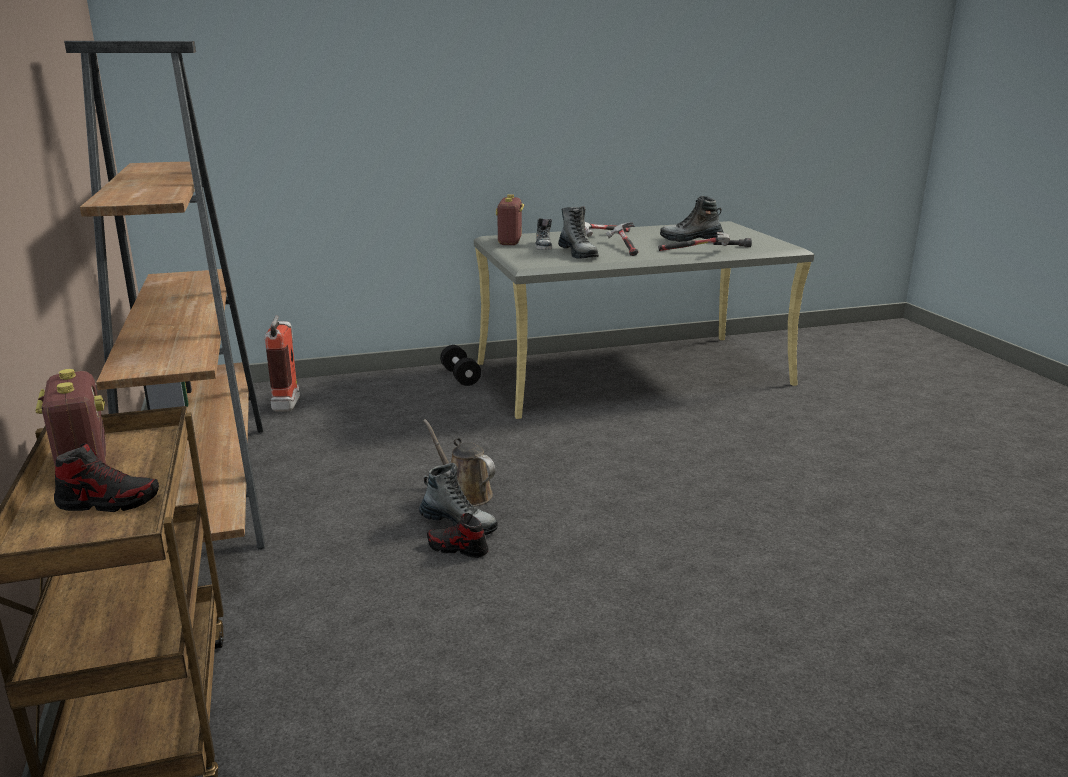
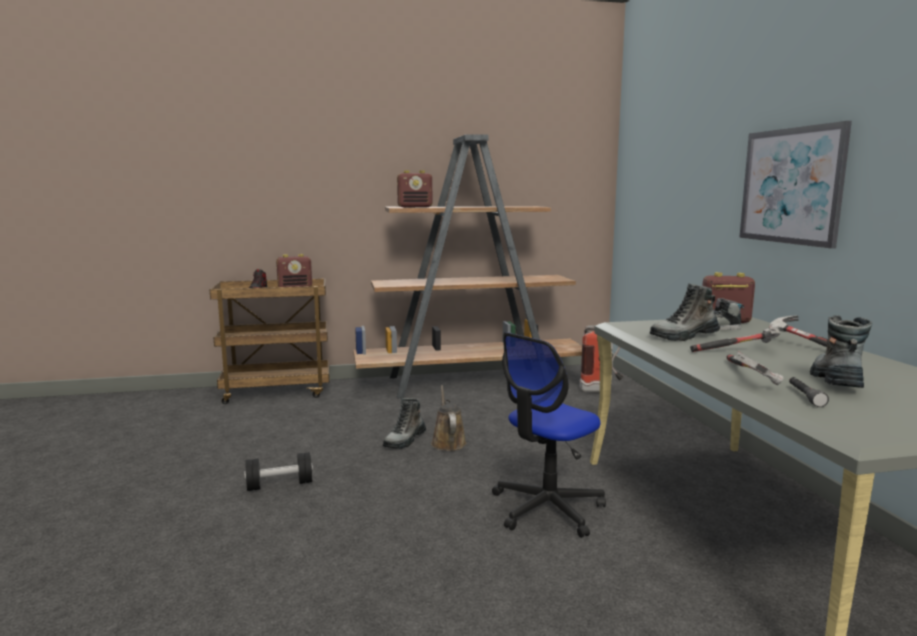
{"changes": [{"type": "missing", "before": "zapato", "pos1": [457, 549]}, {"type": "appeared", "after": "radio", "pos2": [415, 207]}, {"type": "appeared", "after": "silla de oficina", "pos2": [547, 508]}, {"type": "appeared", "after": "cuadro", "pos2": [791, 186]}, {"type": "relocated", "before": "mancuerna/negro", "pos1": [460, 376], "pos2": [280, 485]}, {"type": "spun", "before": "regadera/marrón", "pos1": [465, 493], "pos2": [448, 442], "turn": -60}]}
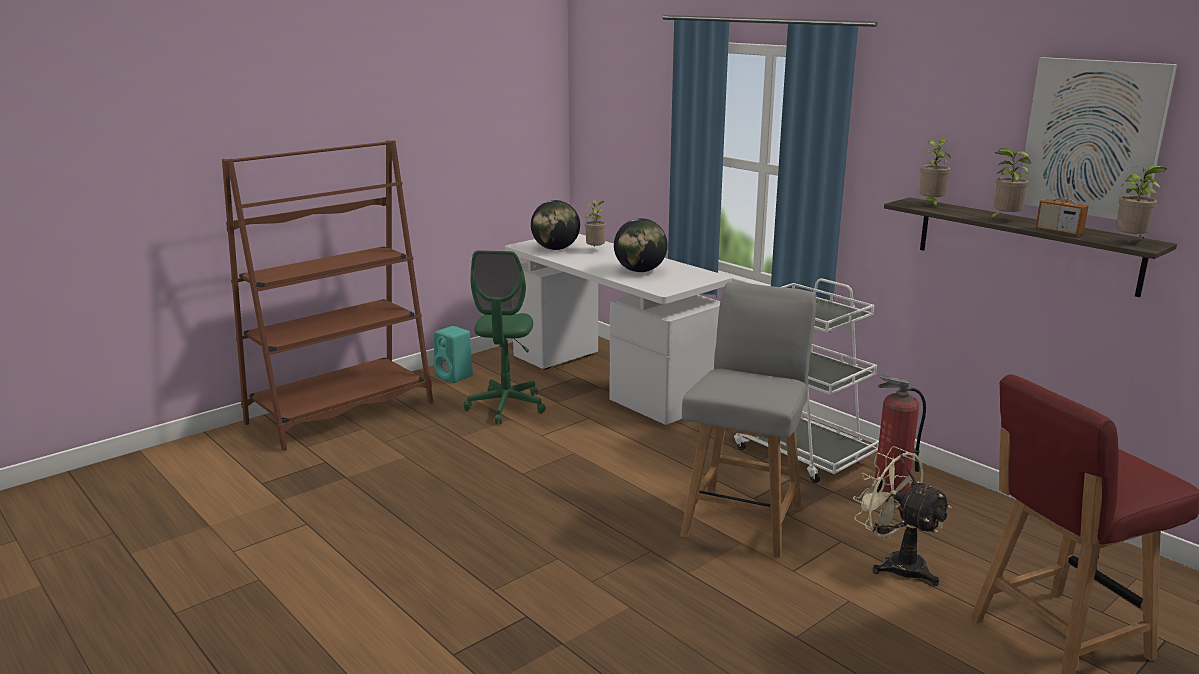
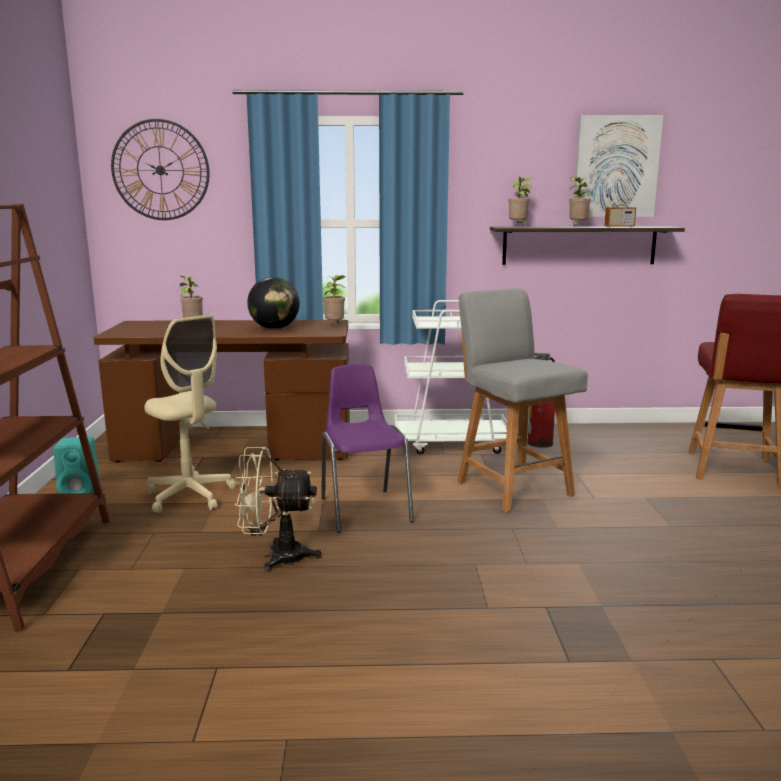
{"changes": [{"type": "missing", "before": "globo terráqueo", "pos1": [555, 249]}, {"type": "appeared", "after": "reloj de pared", "pos2": [160, 170]}, {"type": "appeared", "after": "silla/morado", "pos2": [364, 509]}, {"type": "relocated", "before": "ventilador/beis", "pos1": [895, 564], "pos2": [276, 556]}, {"type": "relocated", "before": "planta en maceta", "pos1": [1131, 242], "pos2": [335, 325]}, {"type": "colour", "before": "silla de oficina/verde", "after": "silla de oficina/beis", "pos1": [506, 406], "pos2": [190, 496]}, {"type": "colour", "before": "escritorio/blanco", "after": "escritorio/marrón", "pos1": [611, 379], "pos2": [236, 449]}]}
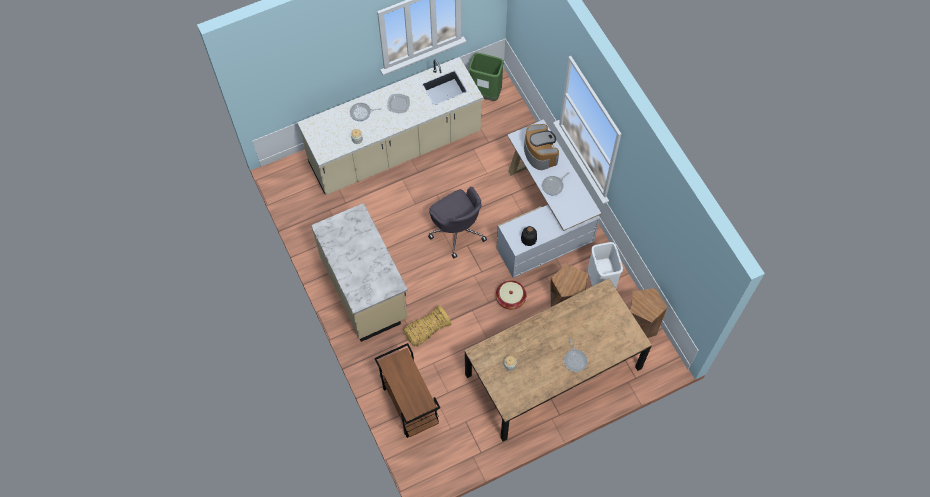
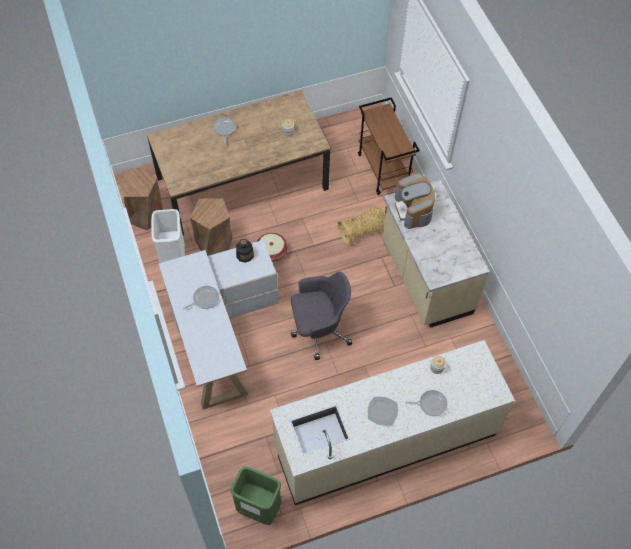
{"changes": [{"type": "relocated", "before": "cafetera", "pos1": [540, 152], "pos2": [413, 209]}, {"type": "spun", "before": "silla de oficina/gris", "pos1": [457, 230], "pos2": [319, 329], "turn": 105}]}
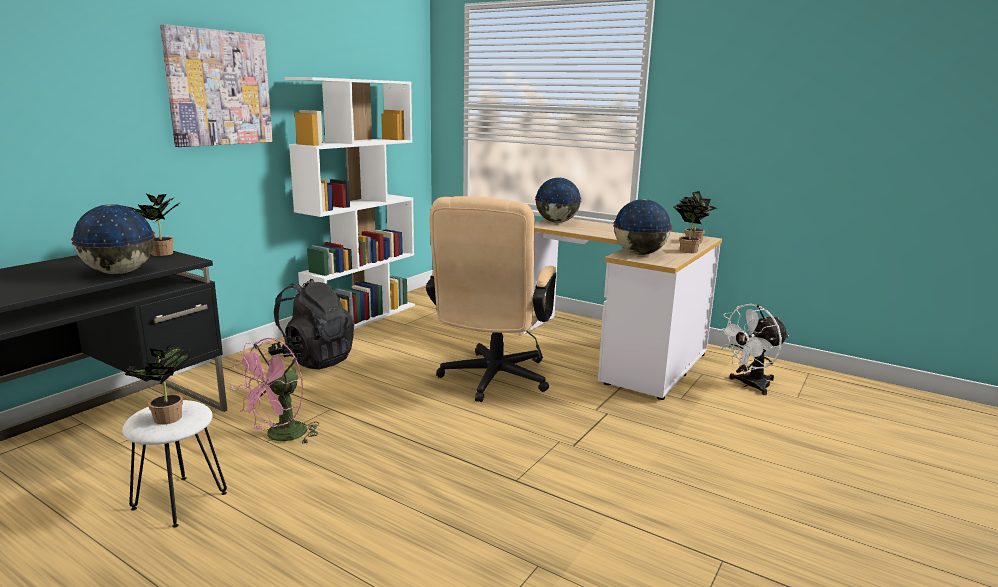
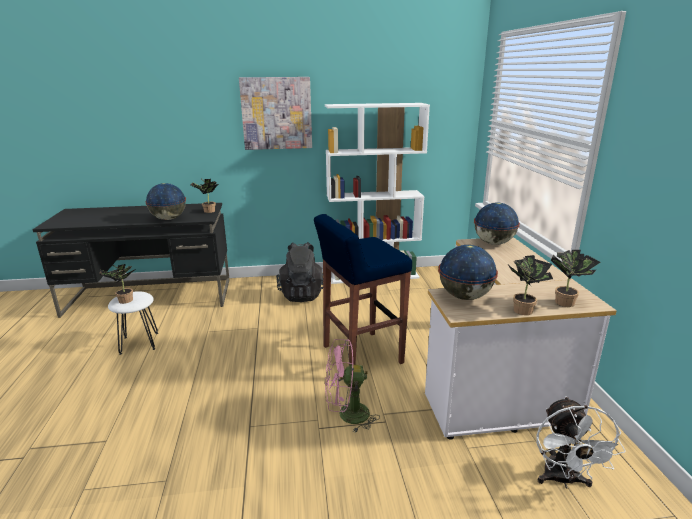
{"changes": [{"type": "relocated", "before": "ventilador/rosa", "pos1": [280, 437], "pos2": [347, 415]}, {"type": "exchanged", "before": "silla de oficina/beis", "after": "taburete/azul", "pos1": [491, 381], "pos2": [361, 355]}, {"type": "spun", "before": "ventilador/blanco", "pos1": [749, 385], "pos2": [563, 480], "turn": -105}]}
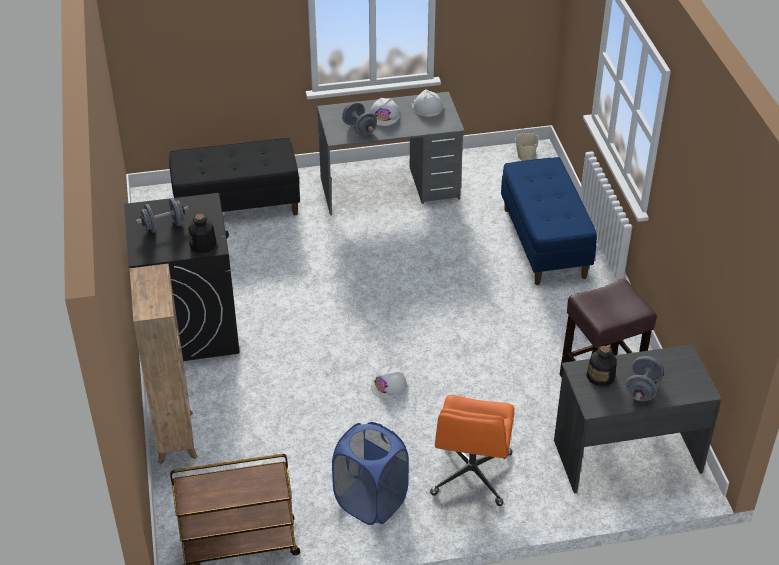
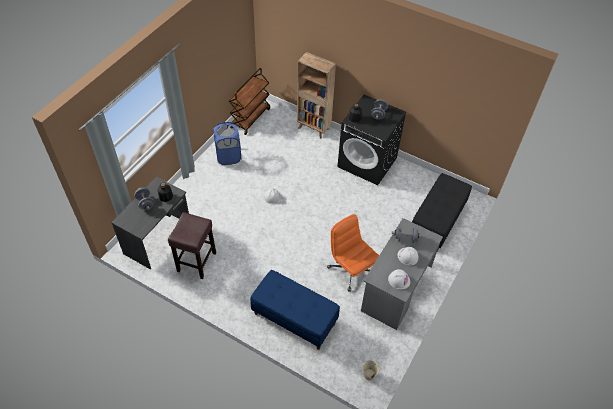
{"changes": [{"type": "relocated", "before": "silla de oficina/naranja", "pos1": [471, 475], "pos2": [351, 270]}]}
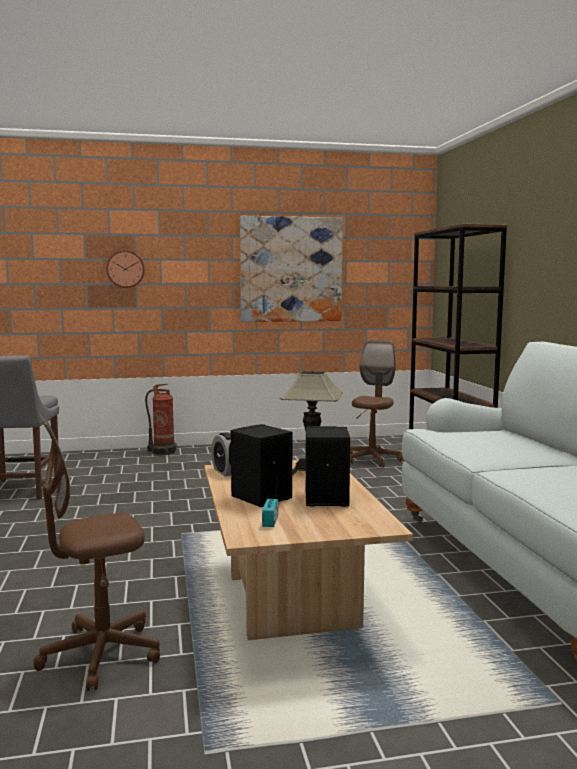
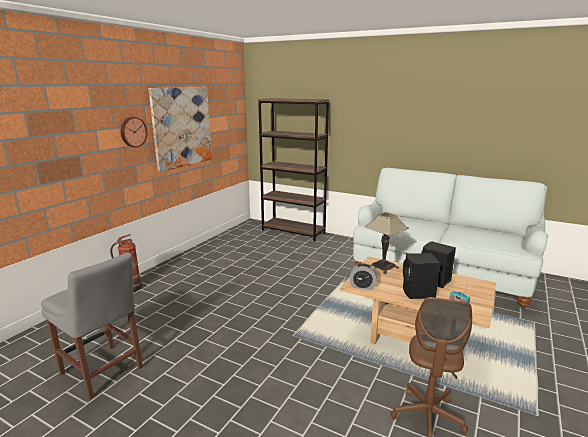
{"changes": [{"type": "missing", "before": "silla de oficina/marrón", "pos1": [372, 460]}, {"type": "relocated", "before": "reloj de pared", "pos1": [125, 269], "pos2": [133, 132]}]}
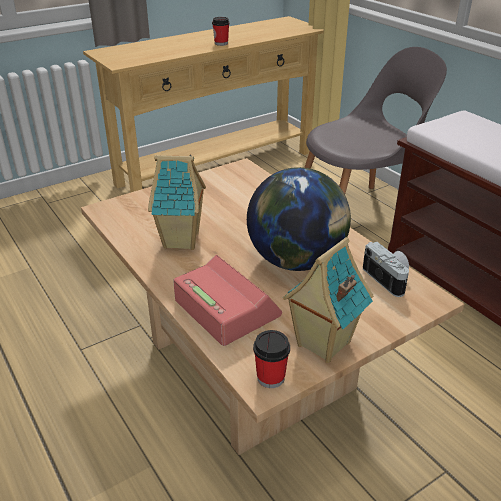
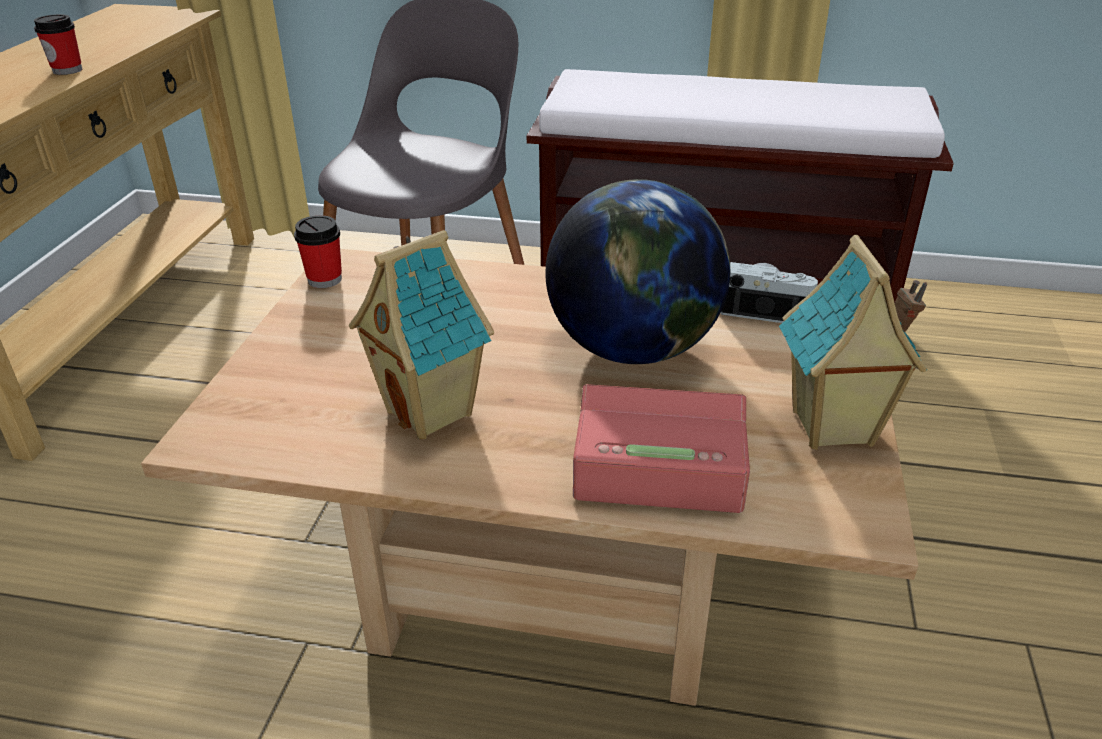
{"changes": [{"type": "relocated", "before": "taza", "pos1": [270, 377], "pos2": [324, 279]}]}
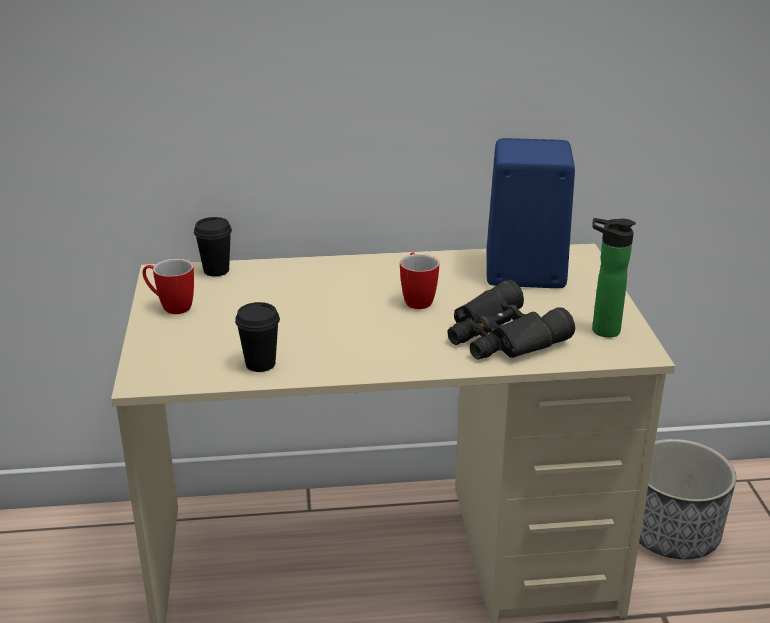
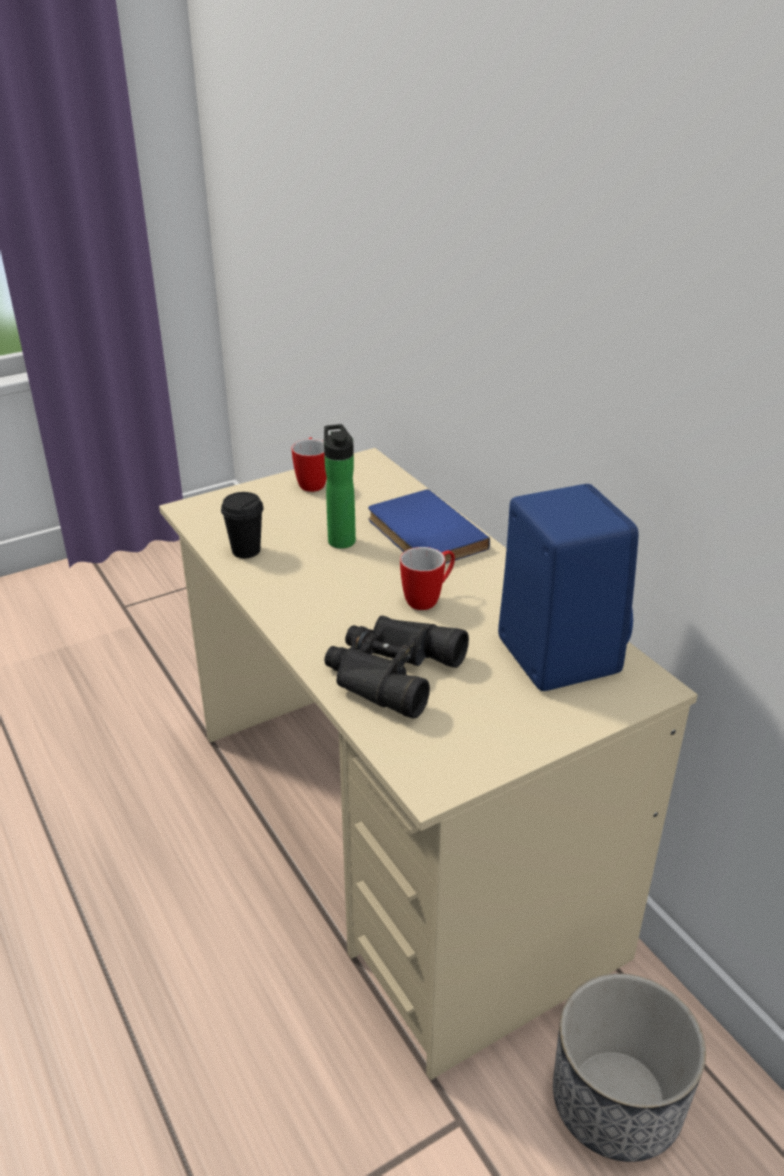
{"changes": [{"type": "missing", "before": "taza/negro", "pos1": [216, 270]}, {"type": "appeared", "after": "libro/azul", "pos2": [422, 534]}, {"type": "relocated", "before": "botella", "pos1": [601, 330], "pos2": [340, 539]}]}
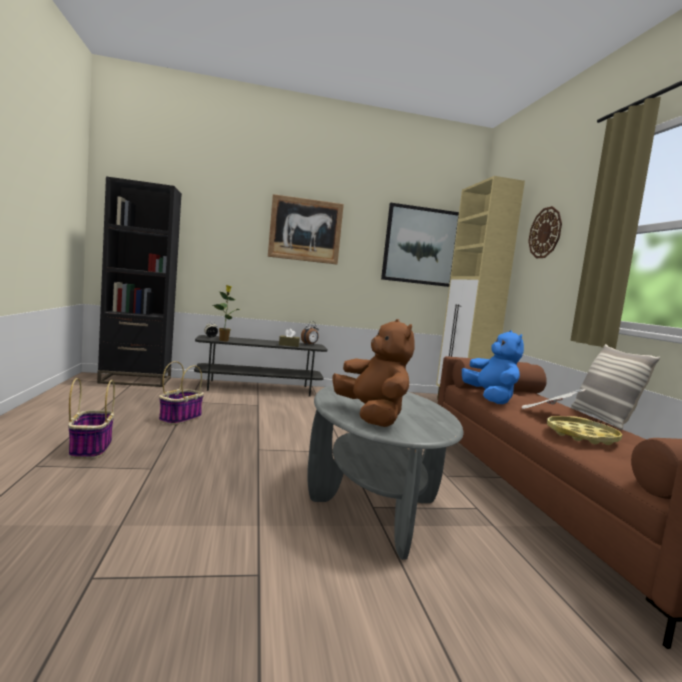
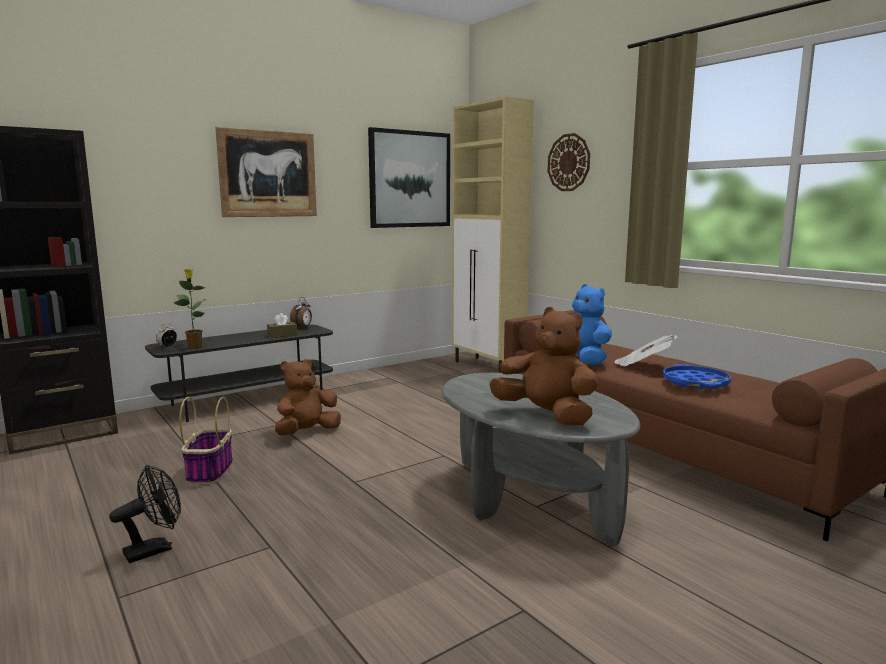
{"changes": [{"type": "missing", "before": "cojín", "pos1": [603, 419]}, {"type": "appeared", "after": "peluche/marrón", "pos2": [307, 432]}, {"type": "exchanged", "before": "cesta", "after": "ventilador/negro", "pos1": [91, 448], "pos2": [155, 549]}, {"type": "colour", "before": "bandeja/amarillo", "after": "bandeja/azul", "pos1": [581, 436], "pos2": [695, 383]}]}
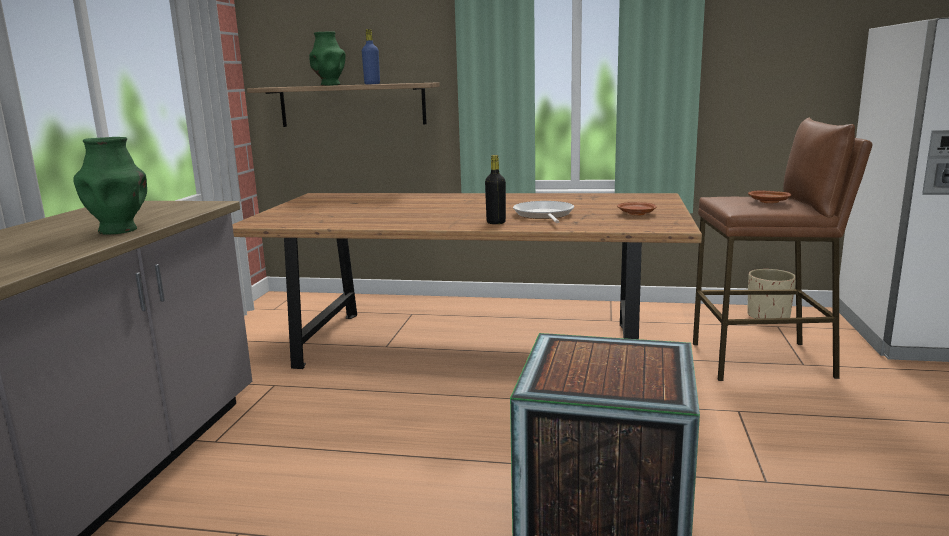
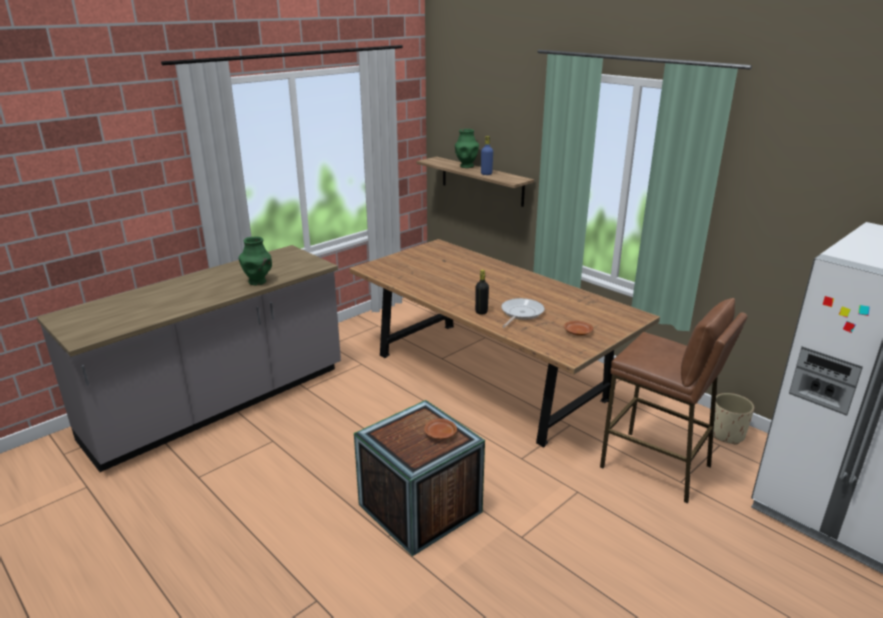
{"changes": [{"type": "relocated", "before": "plato/marrón", "pos1": [769, 202], "pos2": [440, 434]}]}
